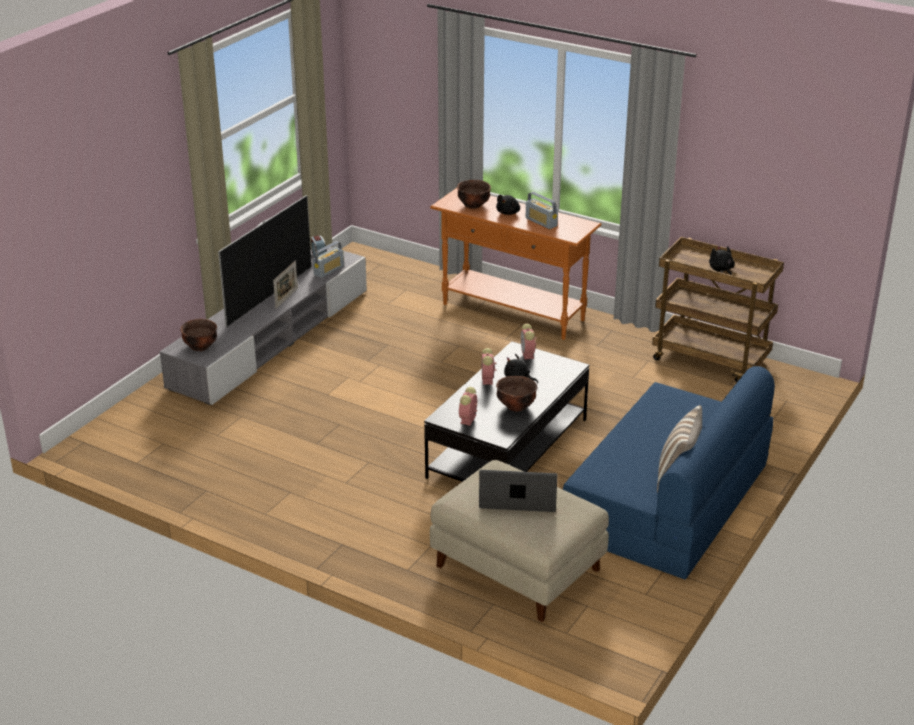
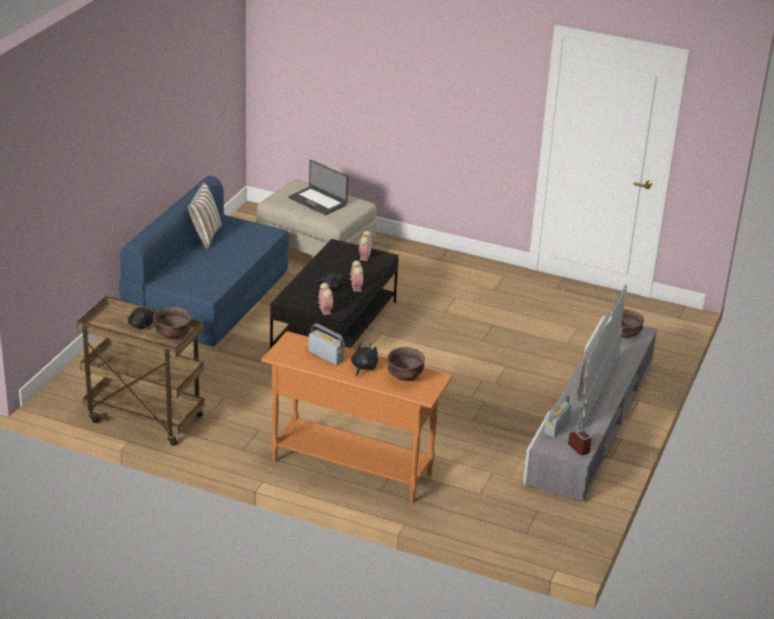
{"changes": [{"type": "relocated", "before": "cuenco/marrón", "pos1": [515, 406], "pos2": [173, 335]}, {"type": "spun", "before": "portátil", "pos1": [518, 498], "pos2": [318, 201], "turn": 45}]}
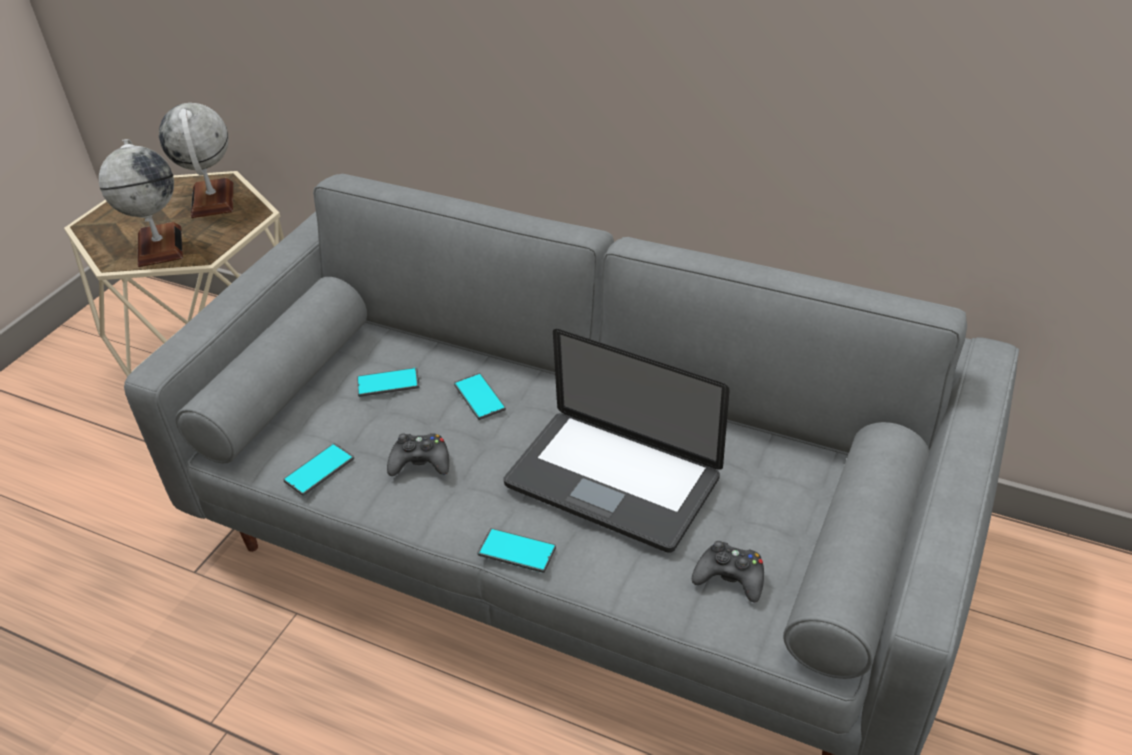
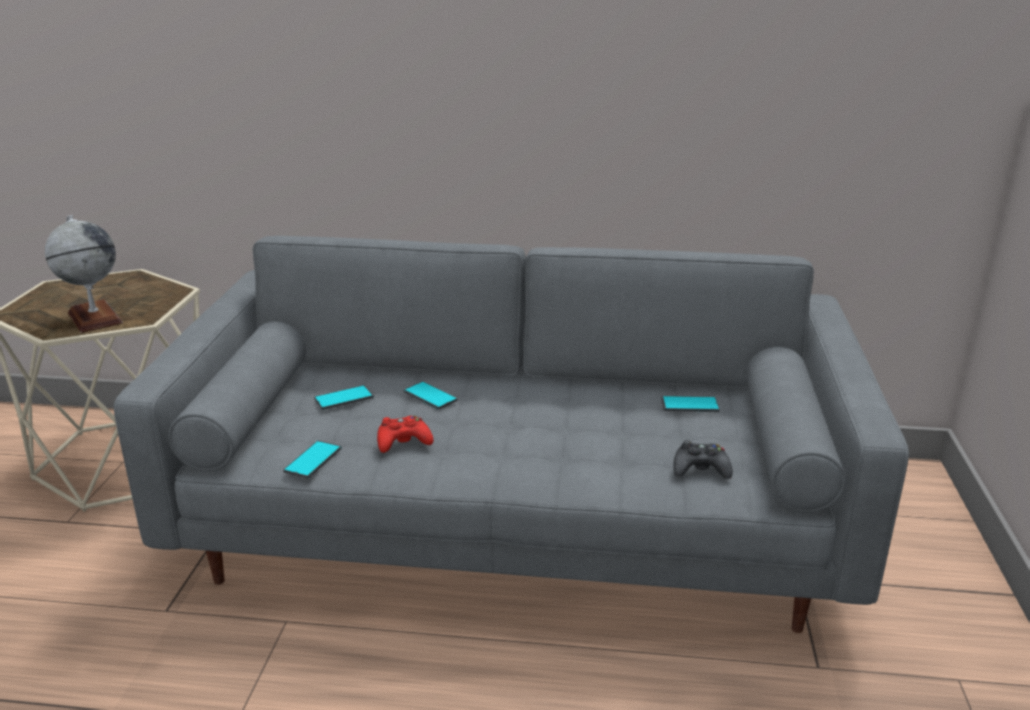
{"changes": [{"type": "missing", "before": "globo terráqueo", "pos1": [213, 200]}, {"type": "missing", "before": "portátil", "pos1": [612, 481]}, {"type": "relocated", "before": "móvil", "pos1": [516, 551], "pos2": [690, 405]}, {"type": "colour", "before": "mando de consola/negro", "after": "mando de consola/rojo", "pos1": [420, 462], "pos2": [403, 441]}]}
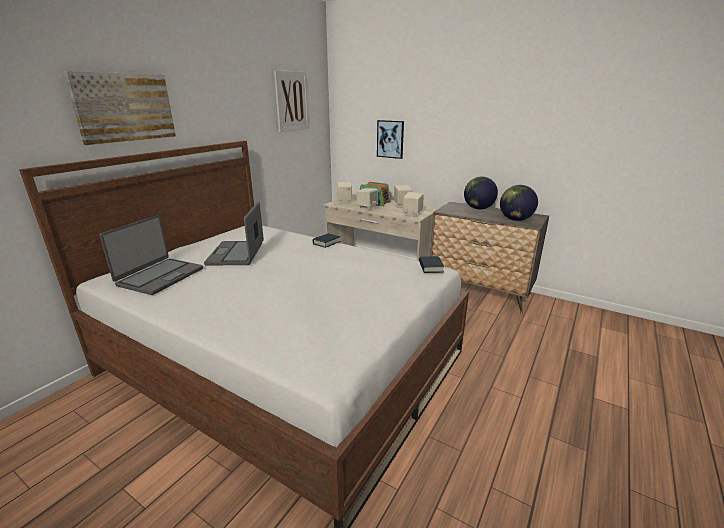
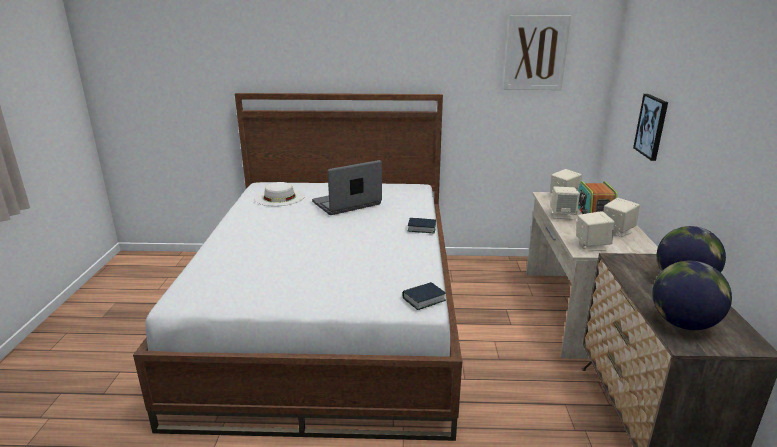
{"changes": [{"type": "missing", "before": "cuadro", "pos1": [124, 107]}, {"type": "exchanged", "before": "portátil", "after": "sombrero/blanco", "pos1": [160, 277], "pos2": [279, 197]}]}
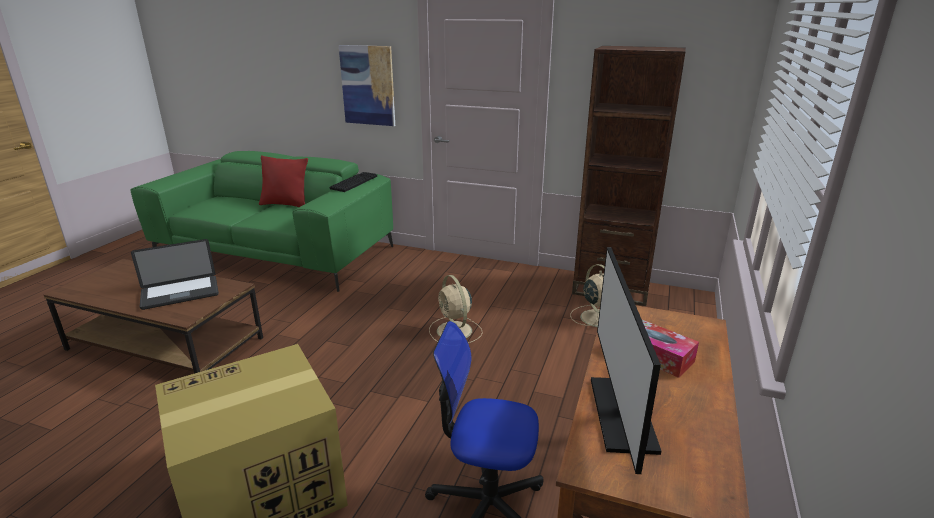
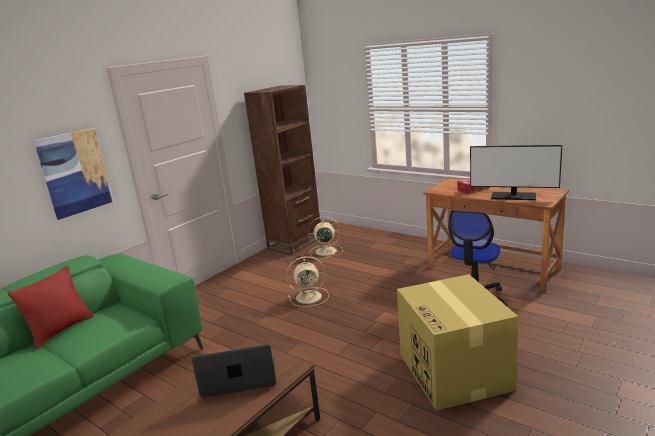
{"changes": [{"type": "missing", "before": "teclado", "pos1": [353, 182]}, {"type": "spun", "before": "portátil", "pos1": [180, 293], "pos2": [239, 379], "turn": -90}]}
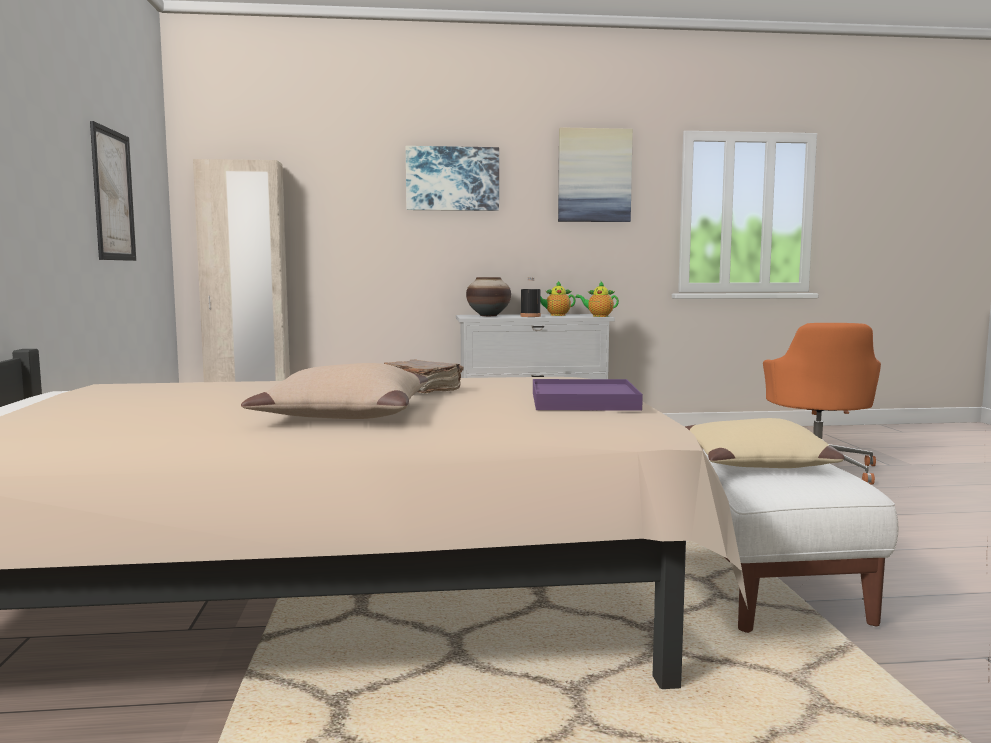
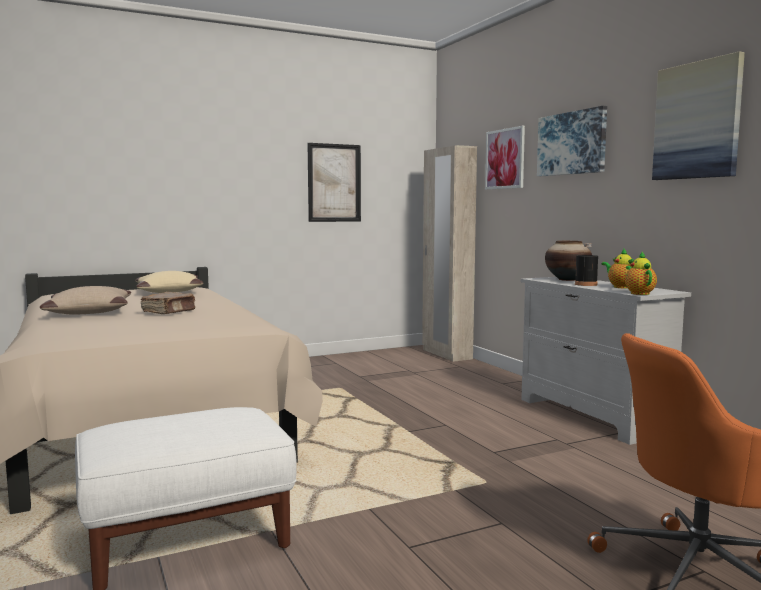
{"changes": [{"type": "missing", "before": "bandeja/morado", "pos1": [583, 401]}, {"type": "appeared", "after": "cuadro", "pos2": [505, 159]}, {"type": "relocated", "before": "cojín/beis", "pos1": [756, 462], "pos2": [168, 291]}]}
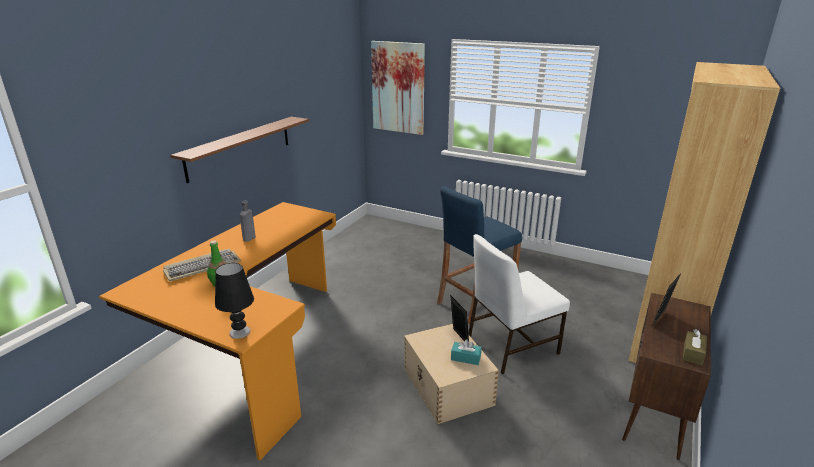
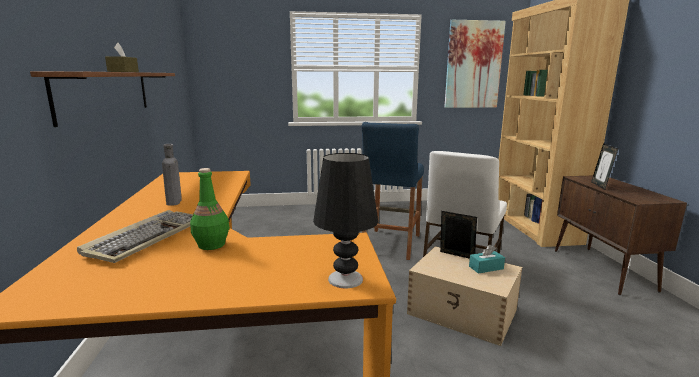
{"changes": [{"type": "relocated", "before": "cuadro", "pos1": [398, 88], "pos2": [473, 65]}, {"type": "relocated", "before": "caja de pañuelos/marrón", "pos1": [693, 353], "pos2": [123, 71]}]}
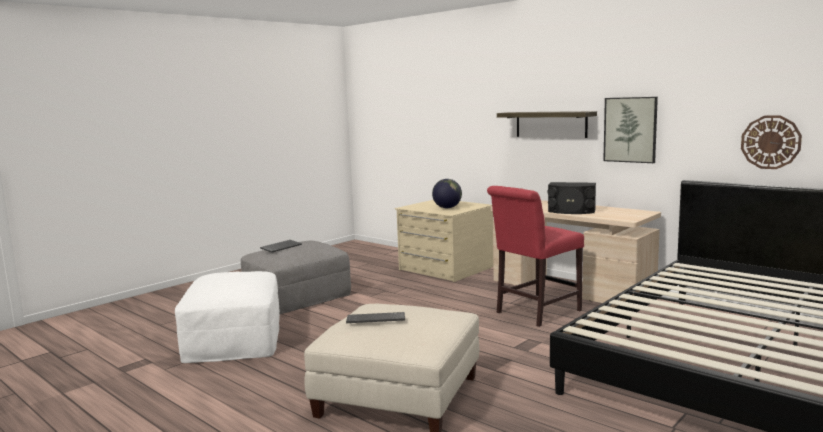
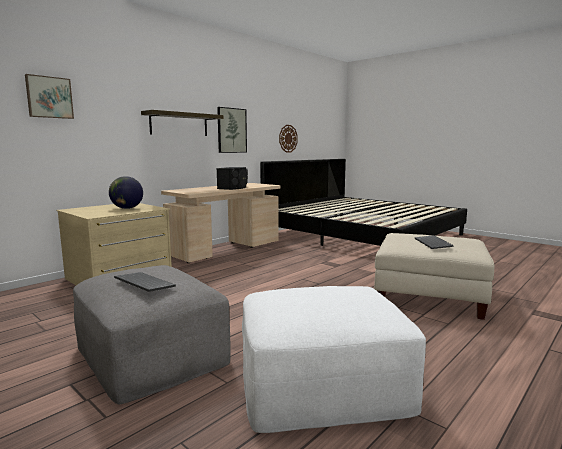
{"changes": [{"type": "missing", "before": "silla/rojo", "pos1": [534, 312]}, {"type": "appeared", "after": "cuadro", "pos2": [49, 97]}]}
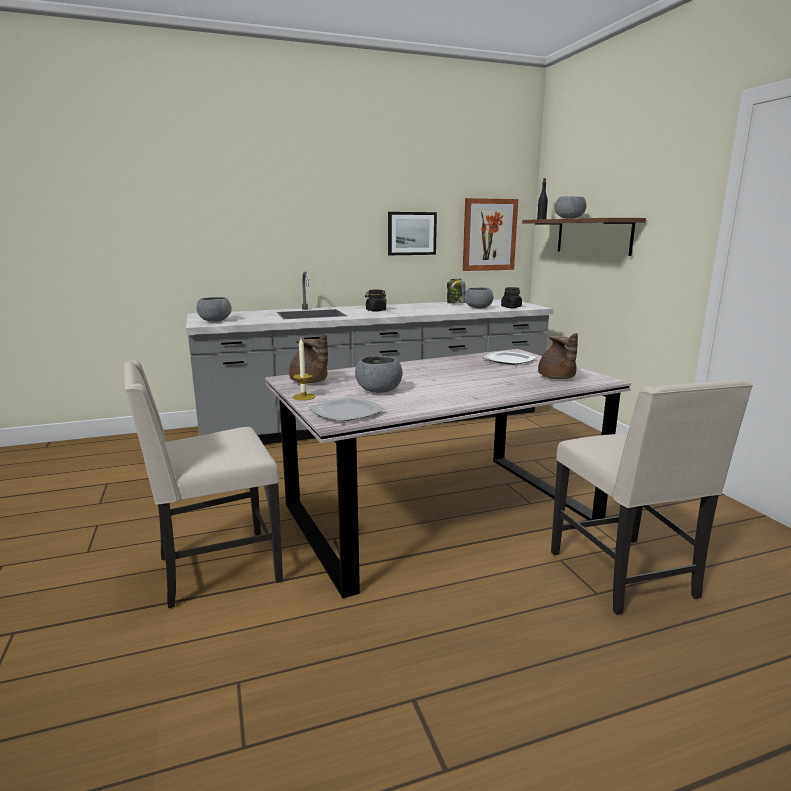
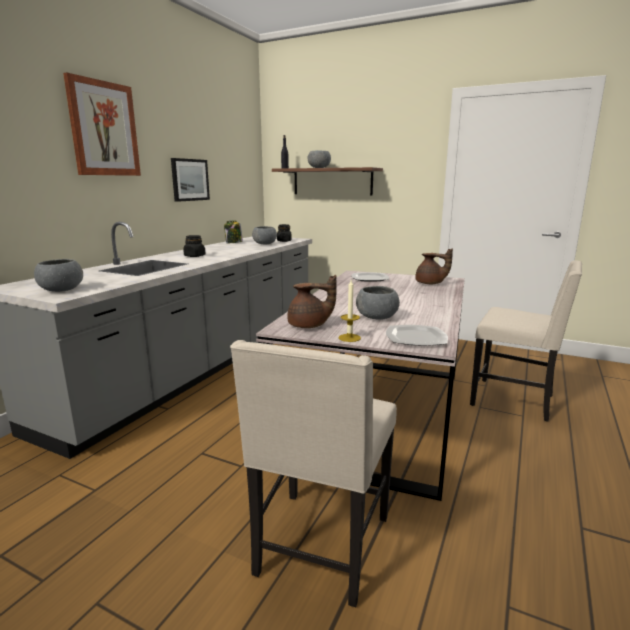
{"changes": [{"type": "relocated", "before": "cuadro", "pos1": [489, 235], "pos2": [103, 129]}]}
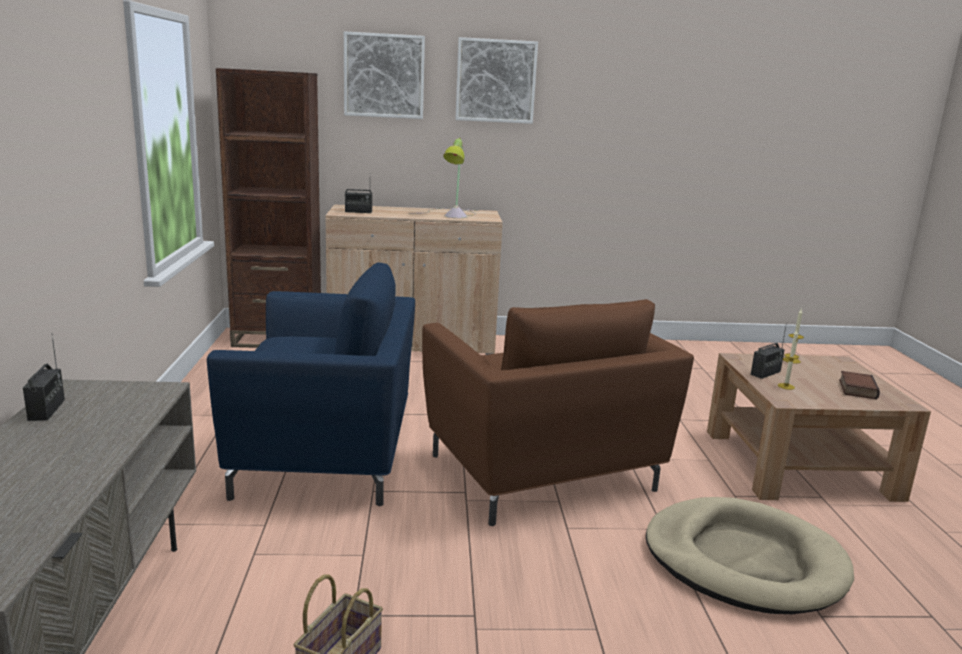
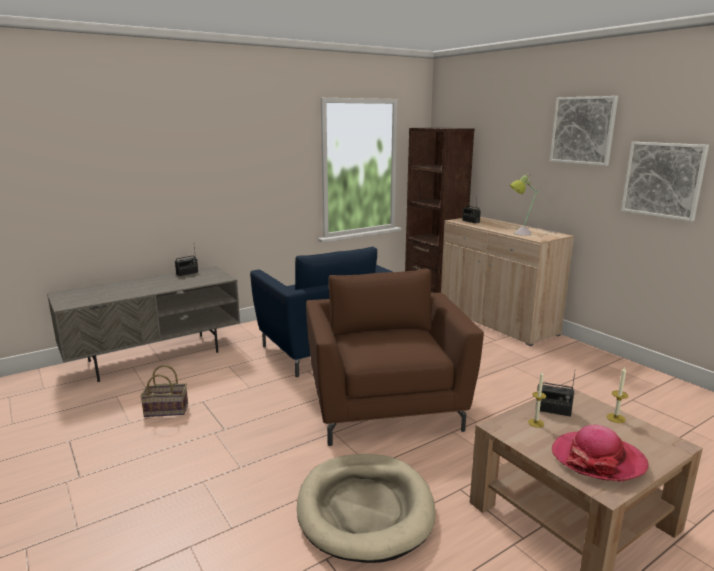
{"changes": [{"type": "relocated", "before": "cuadro", "pos1": [384, 76], "pos2": [663, 180]}, {"type": "exchanged", "before": "libro", "after": "sombrero", "pos1": [856, 389], "pos2": [598, 459]}, {"type": "spun", "before": "sillón/marrón", "pos1": [543, 475], "pos2": [386, 408], "turn": 135}]}
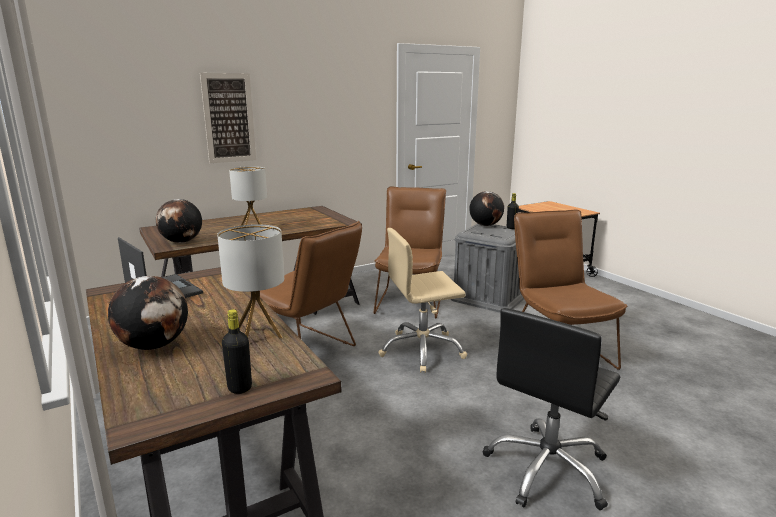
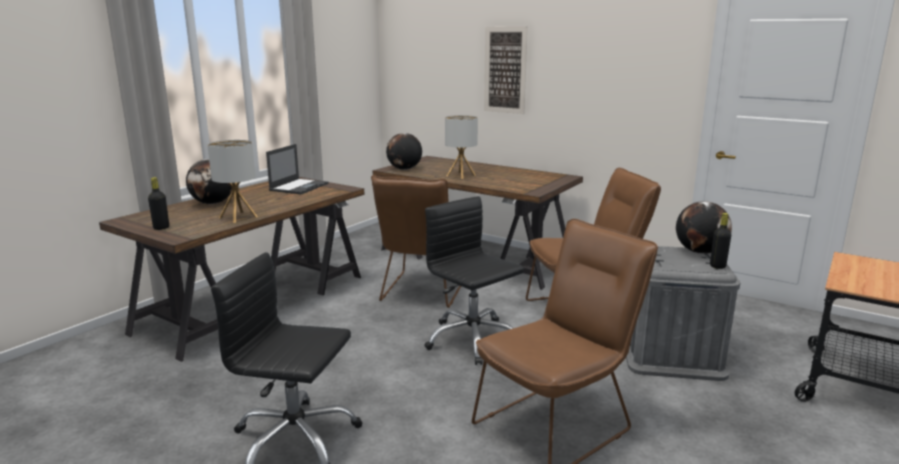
{"changes": [{"type": "colour", "before": "silla de oficina/beis", "after": "silla de oficina/negro", "pos1": [422, 350], "pos2": [472, 340]}]}
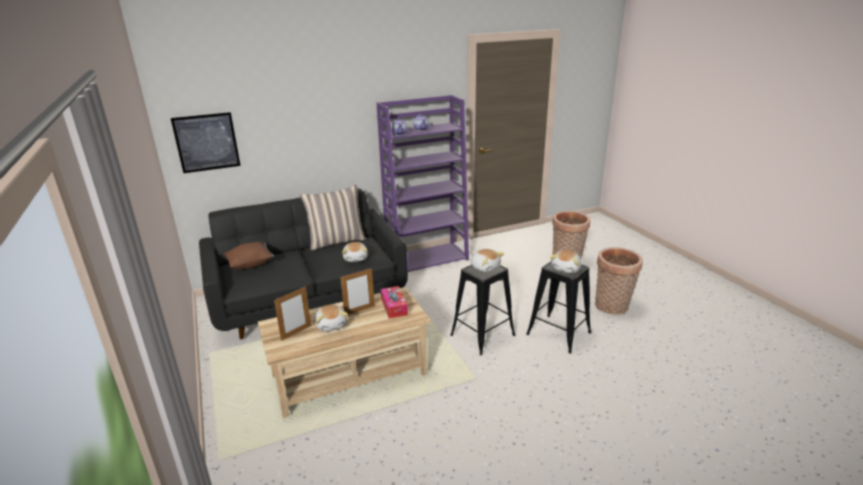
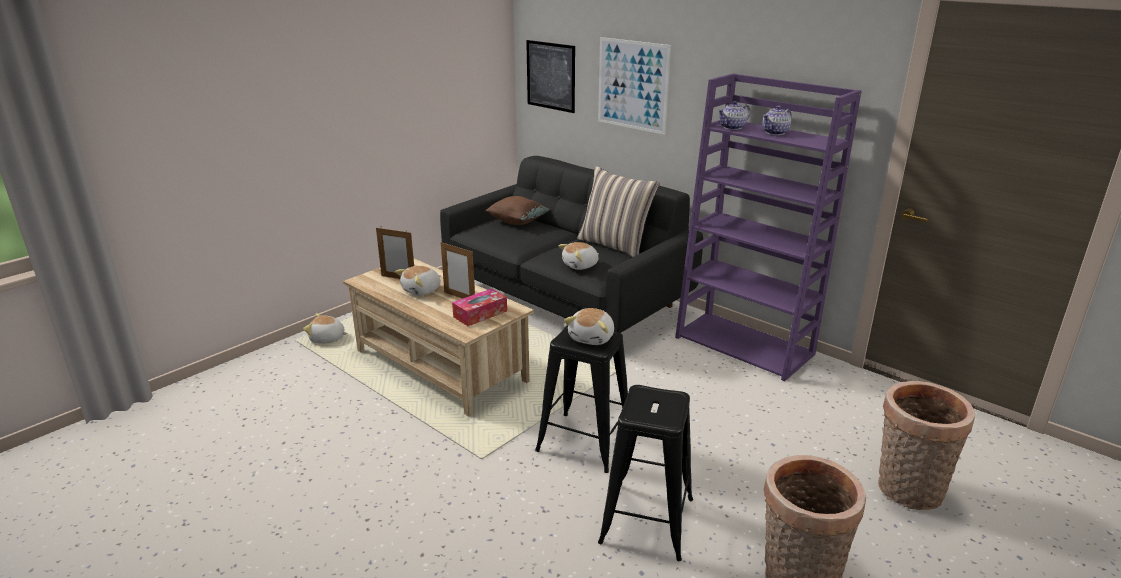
{"changes": [{"type": "appeared", "after": "cuadro", "pos2": [633, 85]}, {"type": "relocated", "before": "peluche", "pos1": [566, 268], "pos2": [327, 339]}]}
